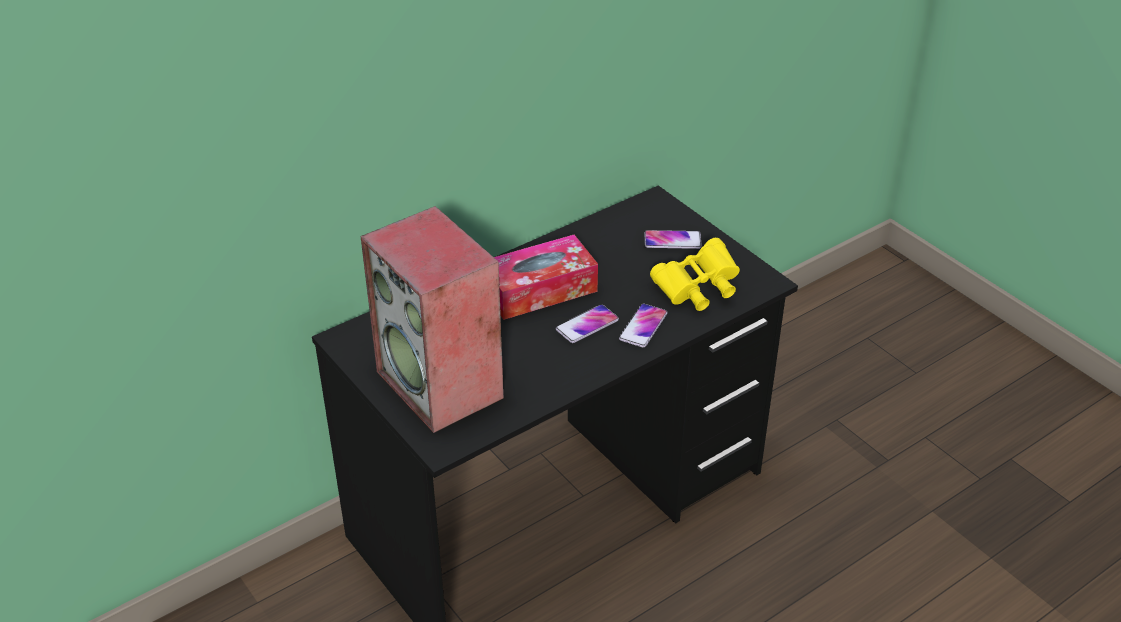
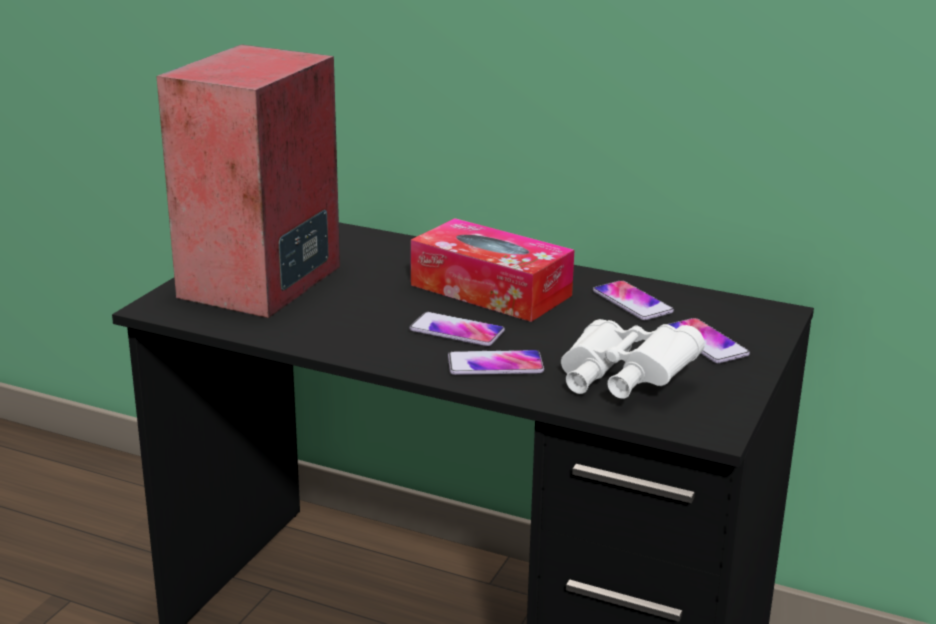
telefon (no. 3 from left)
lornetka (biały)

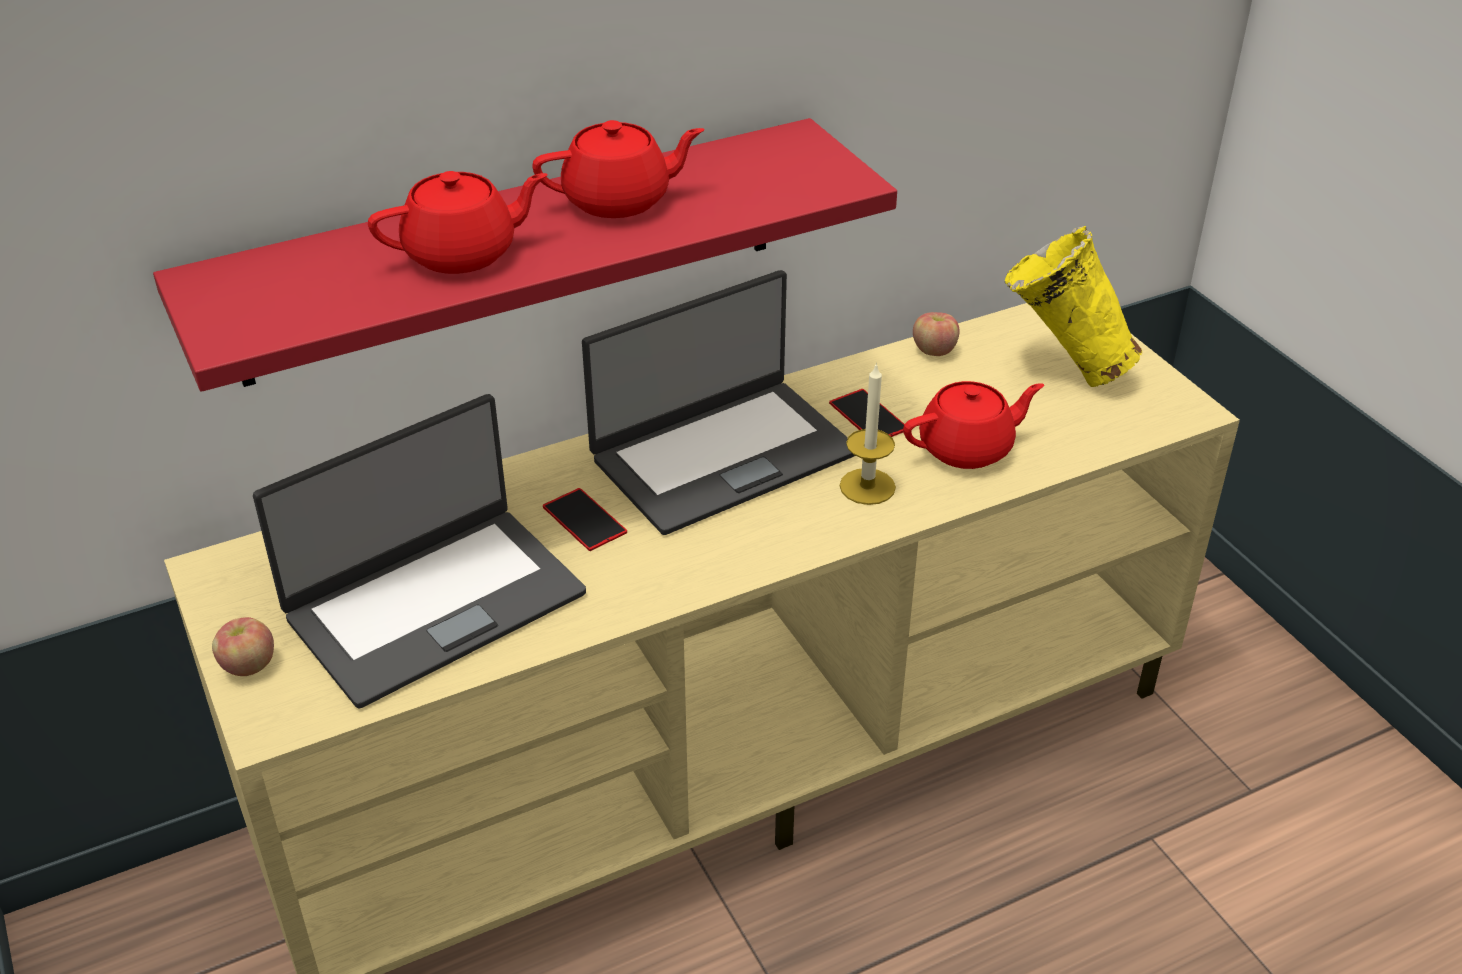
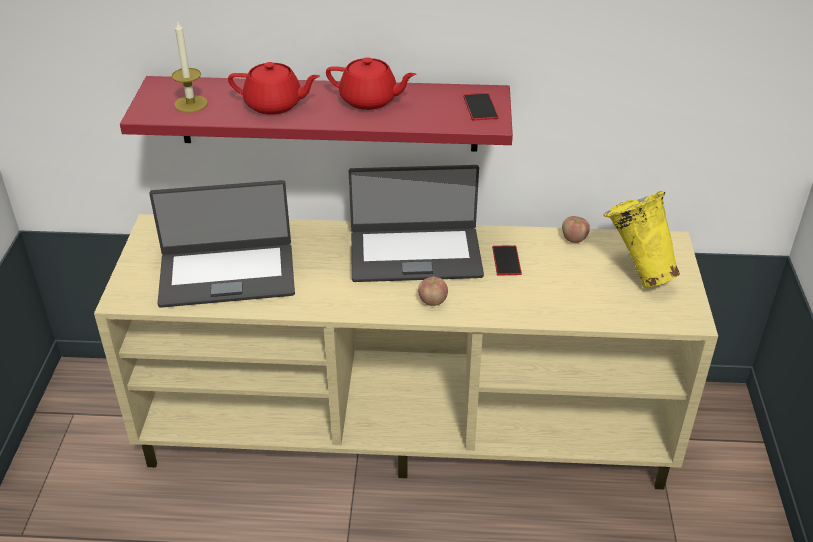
imbryk (czerwony) (no. 3 from left in the first image)
jabłko (no. 1 from left)
telefon (no. 1 from left)
świeca

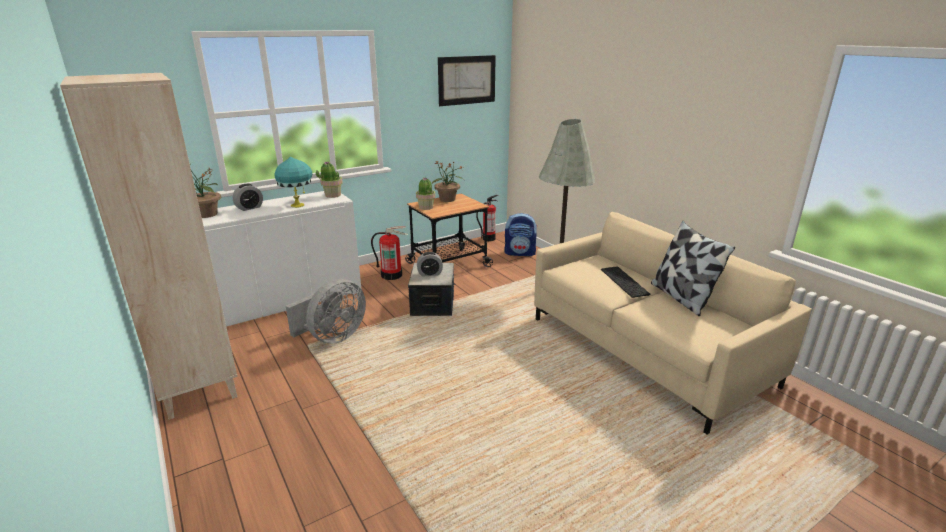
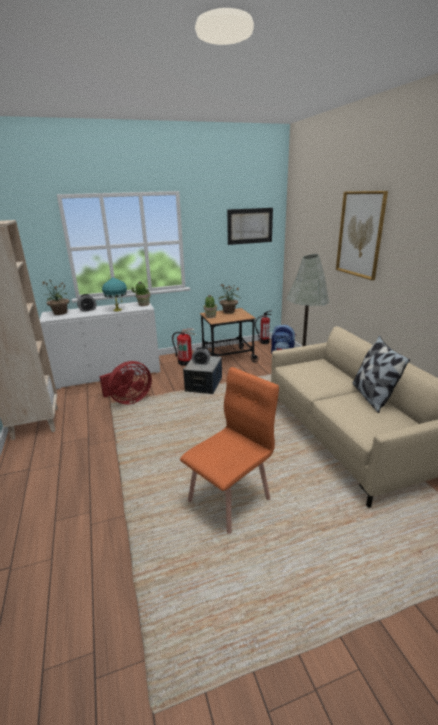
klawiatura
krzesło (pomarańczowy)
obraz (no. 2 from left)
wentylator (czerwony)

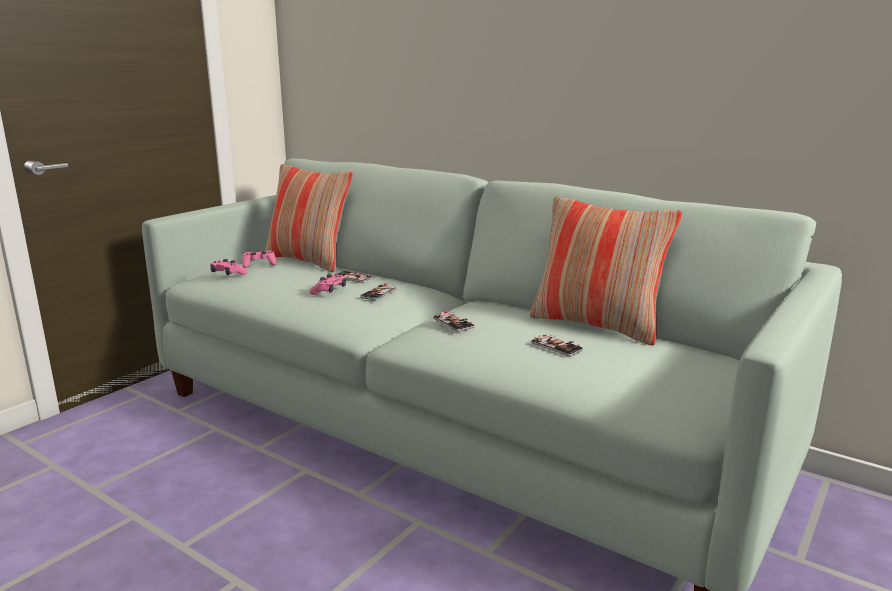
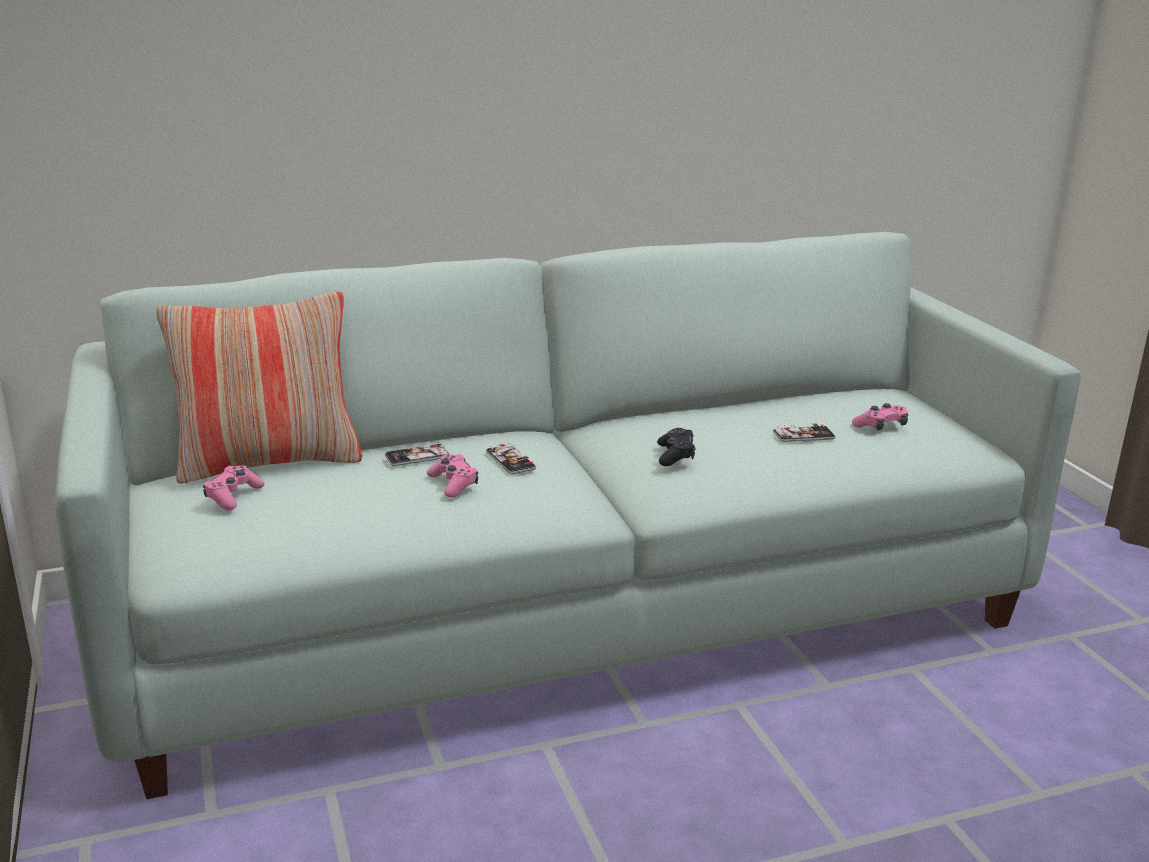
poduszka (no. 2 from left in the first image)
pad do gier (różowy) (no. 3 from left)
pad do gier (czarny)

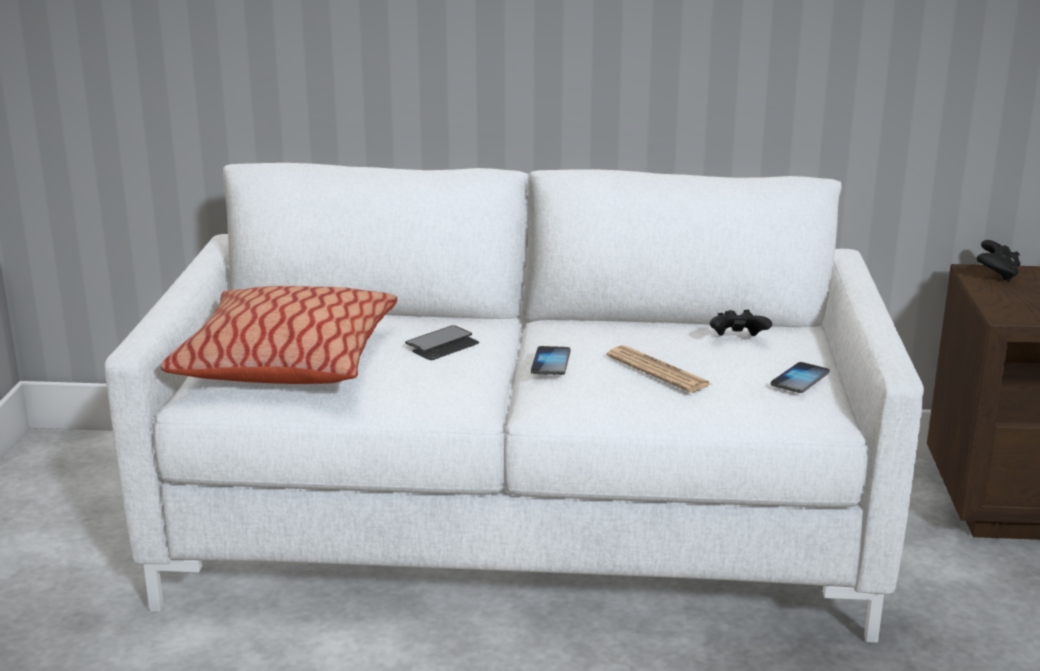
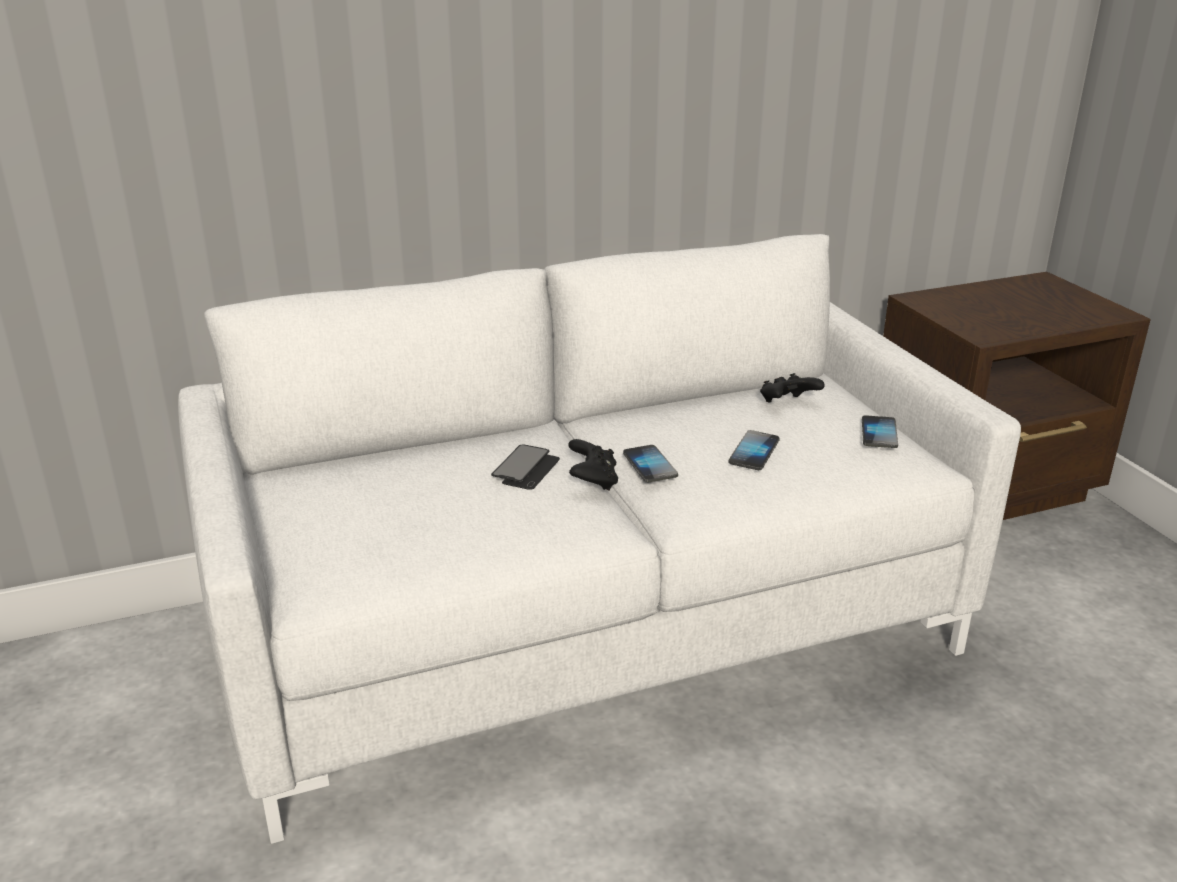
poduszka
pad do gier (czarny) (no. 1 from left)
telefon (no. 3 from left)

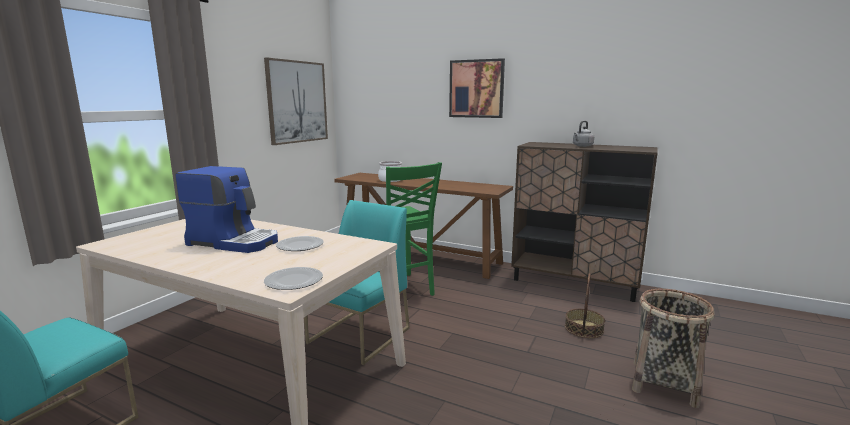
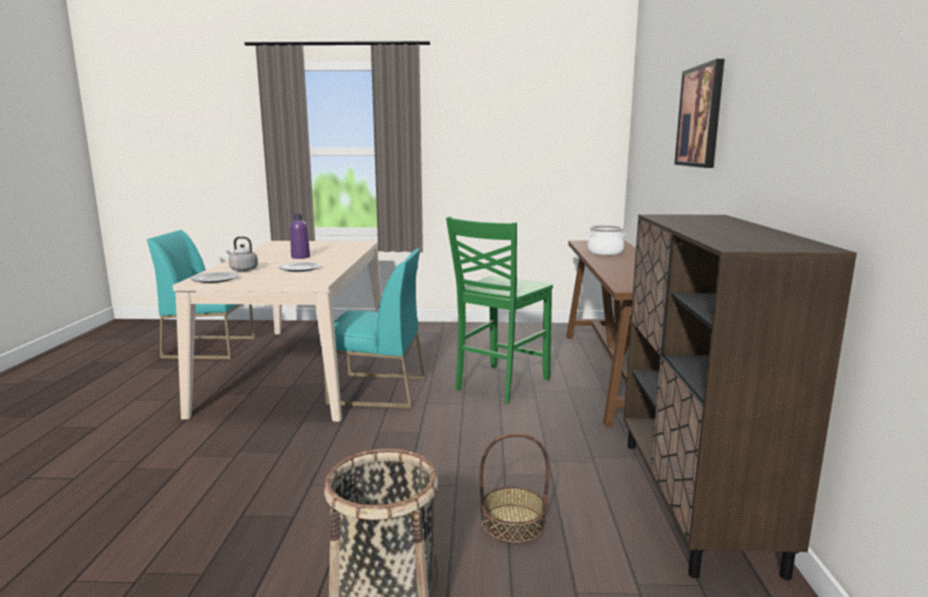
obraz (no. 1 from left in the first image)
czajnik (szary)
butelka (fioletowy)

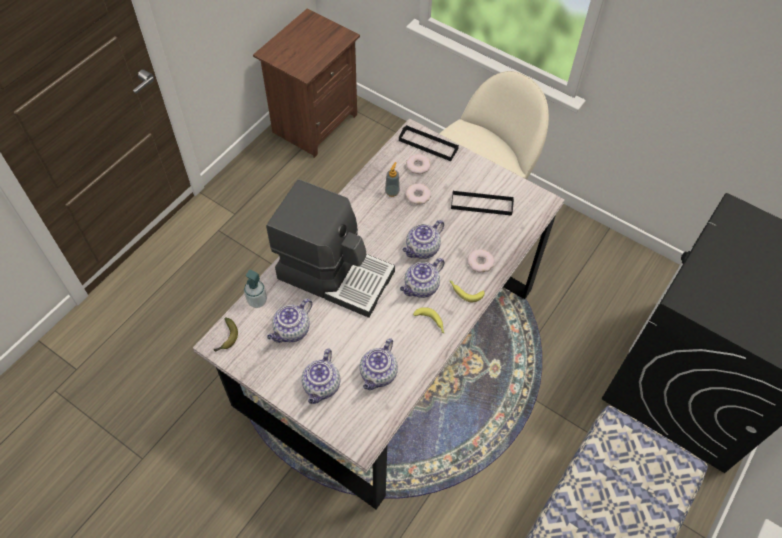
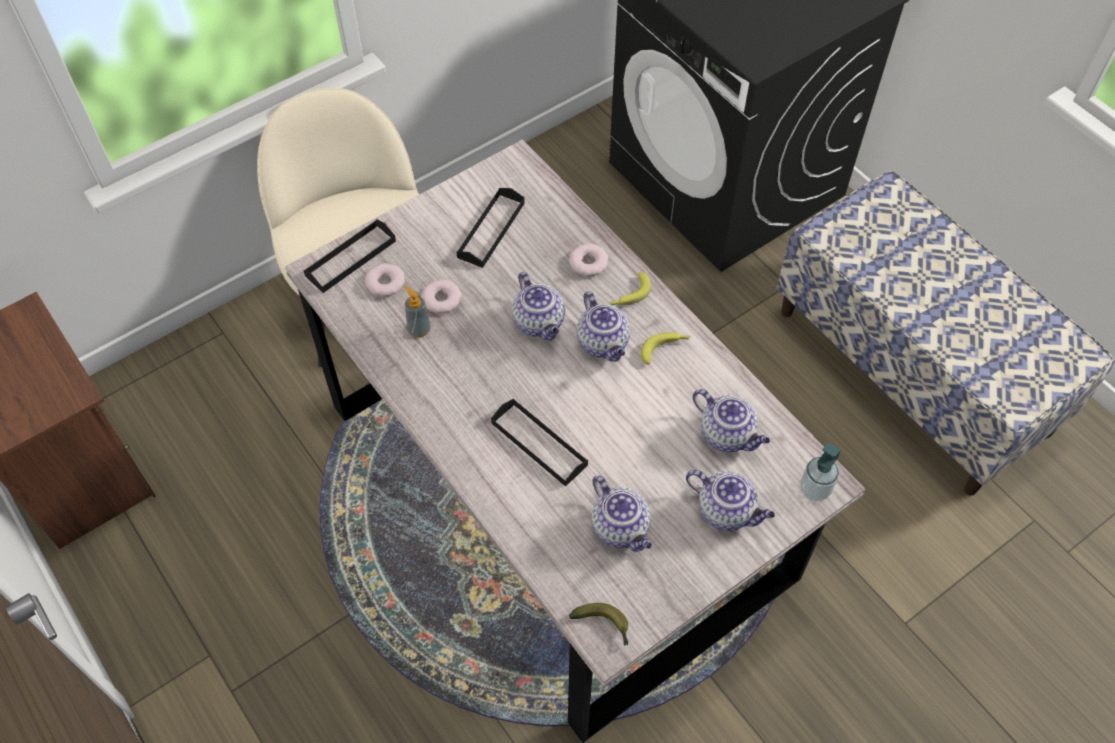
dozownik mydła (no. 2 from left)
taca (czarny) (no. 3 from left)

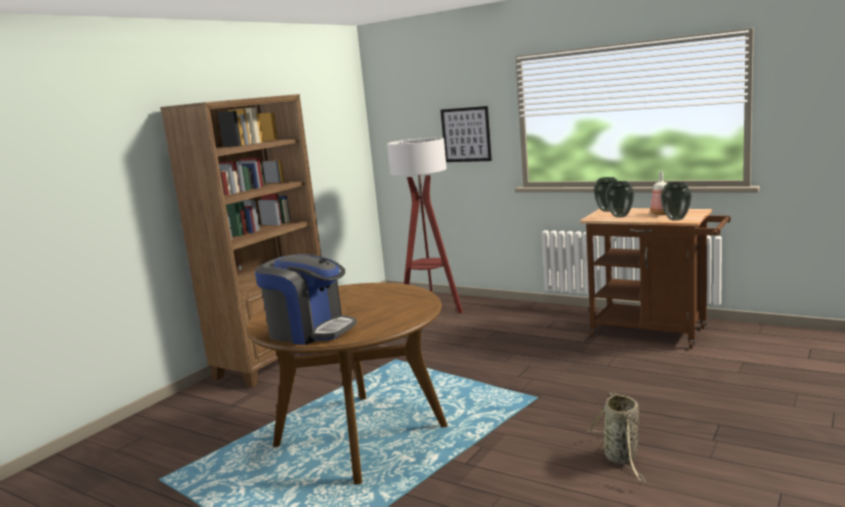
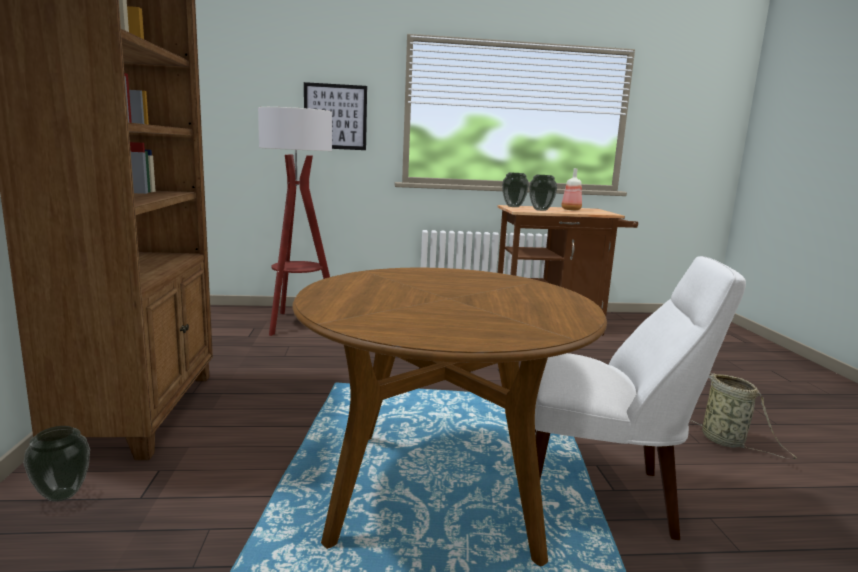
ekspres do kawy
krzesło (biały)
wazon (no. 1 from left)

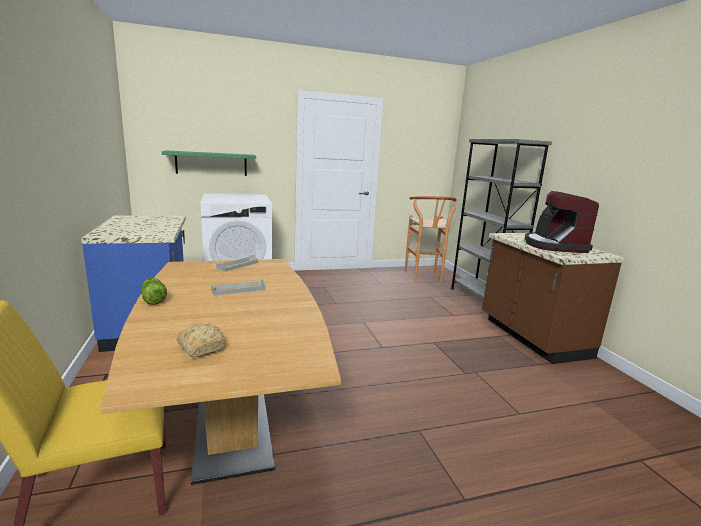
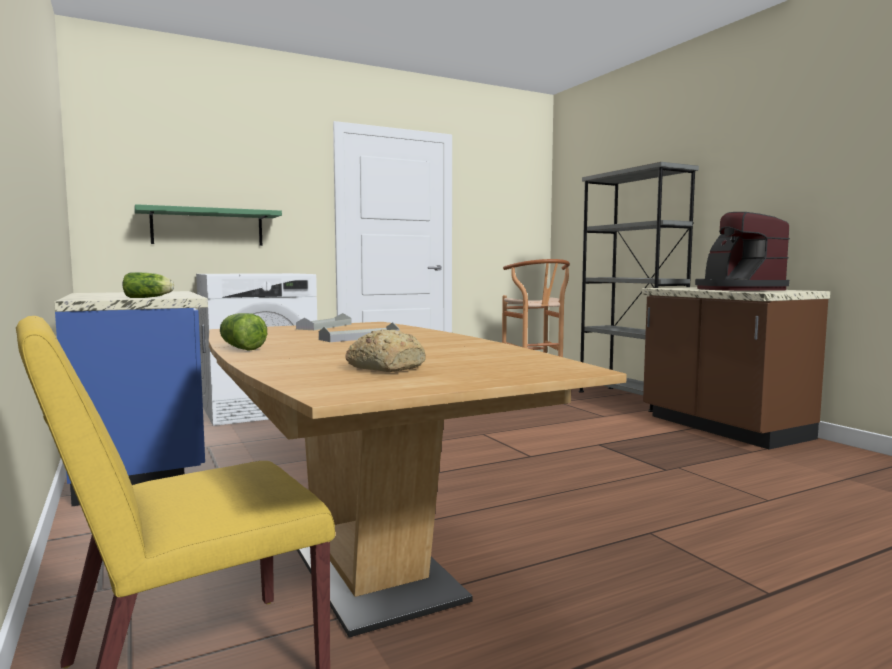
sałata (no. 1 from left)

